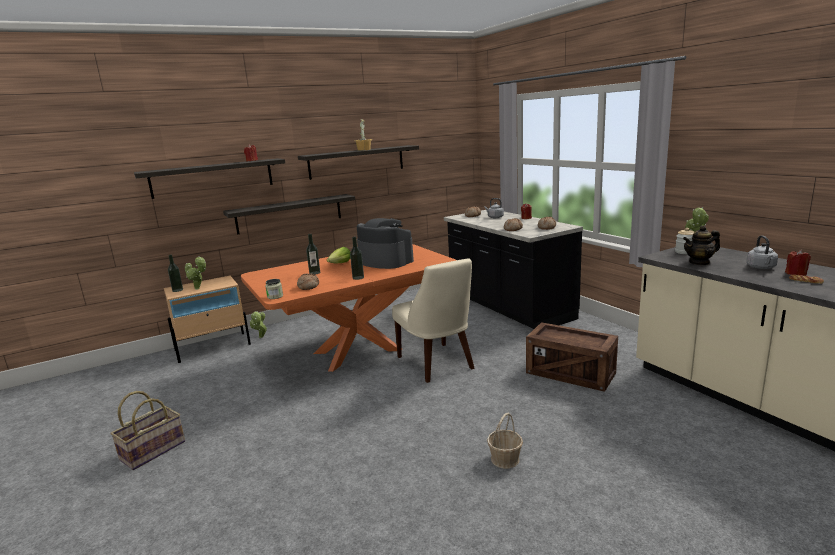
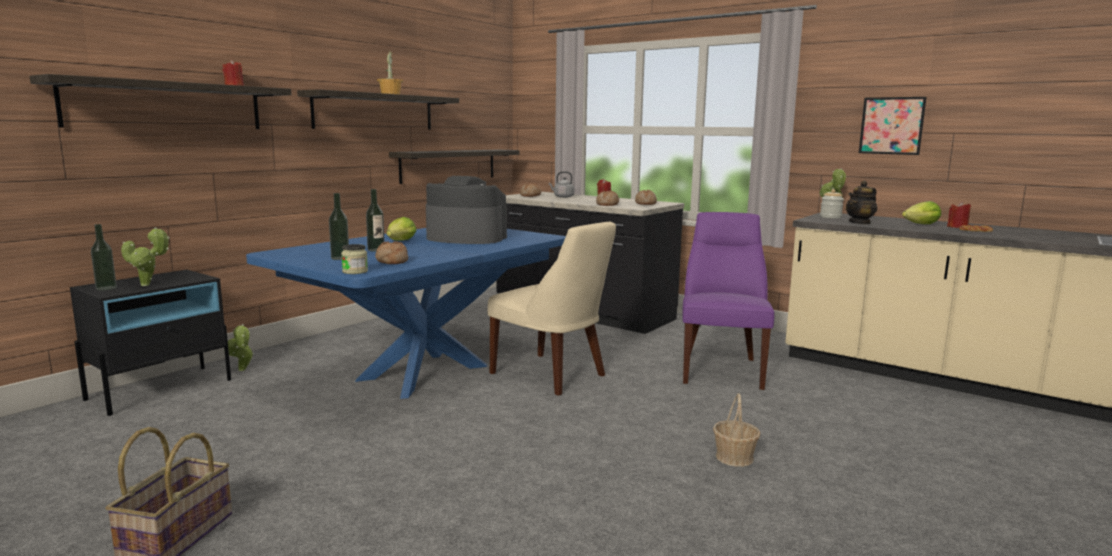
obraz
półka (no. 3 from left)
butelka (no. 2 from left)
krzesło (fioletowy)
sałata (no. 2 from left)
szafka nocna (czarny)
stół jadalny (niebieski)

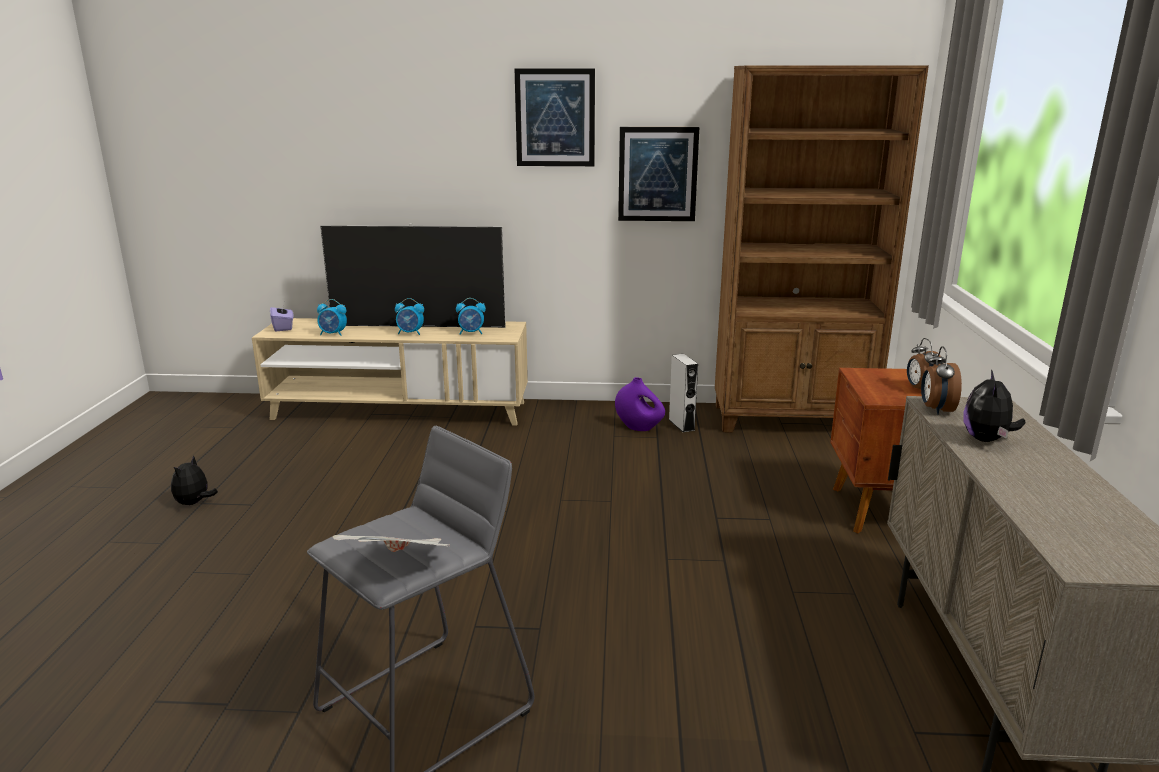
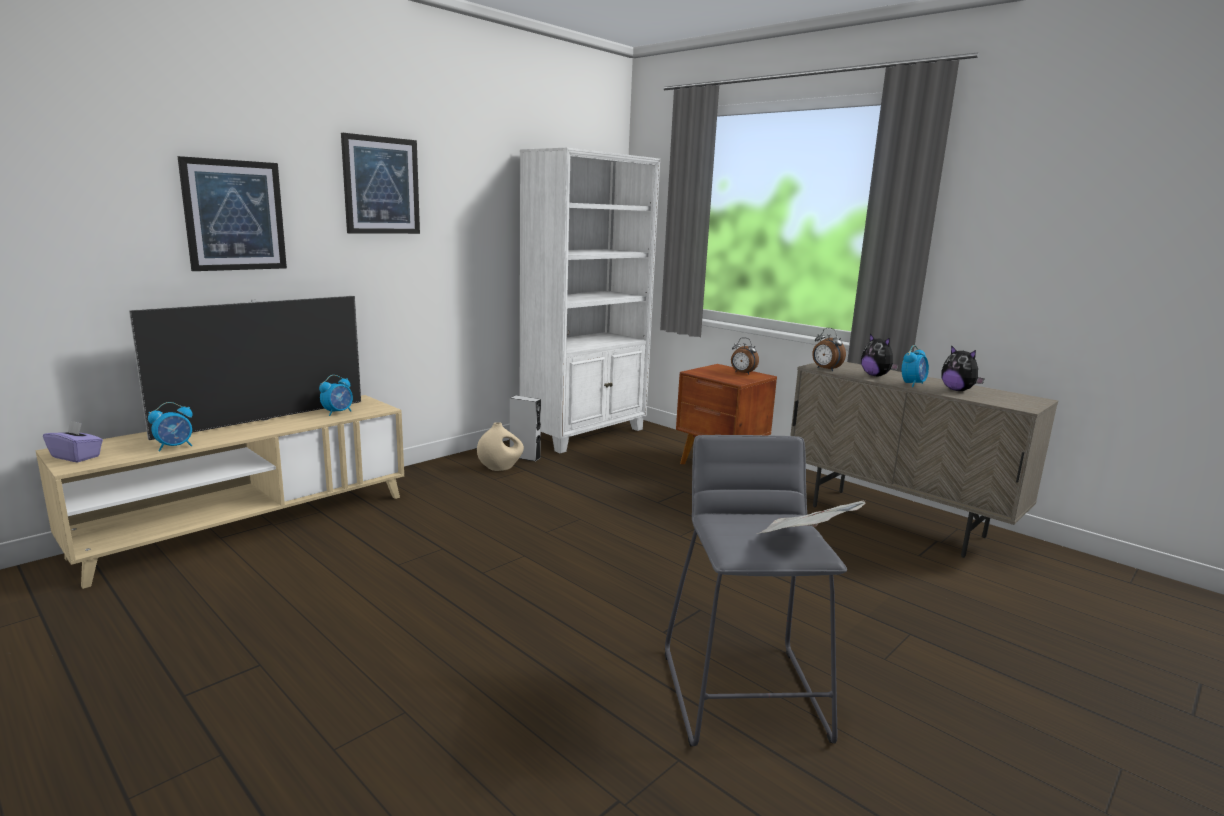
pluszak (no. 2 from left)
budzik (no. 5 from left)
obraz (no. 1 from left)
wazon (beżowy)
regał (biały)

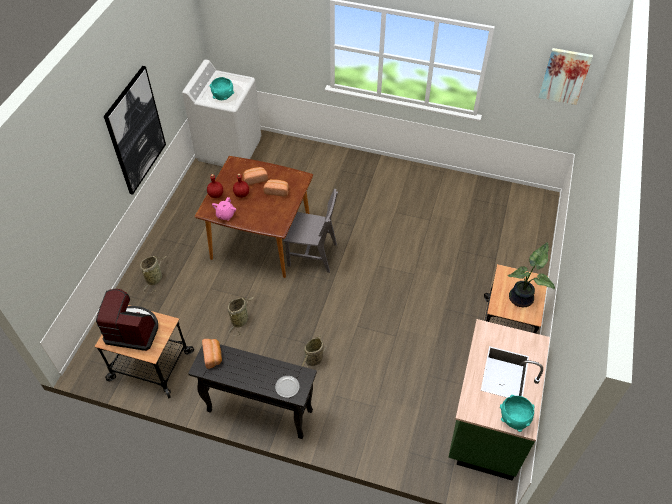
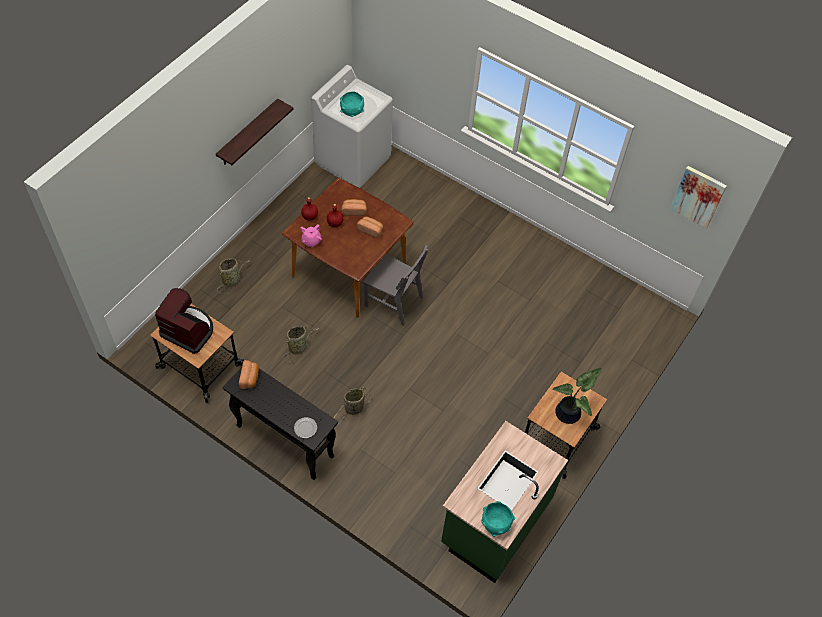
półka

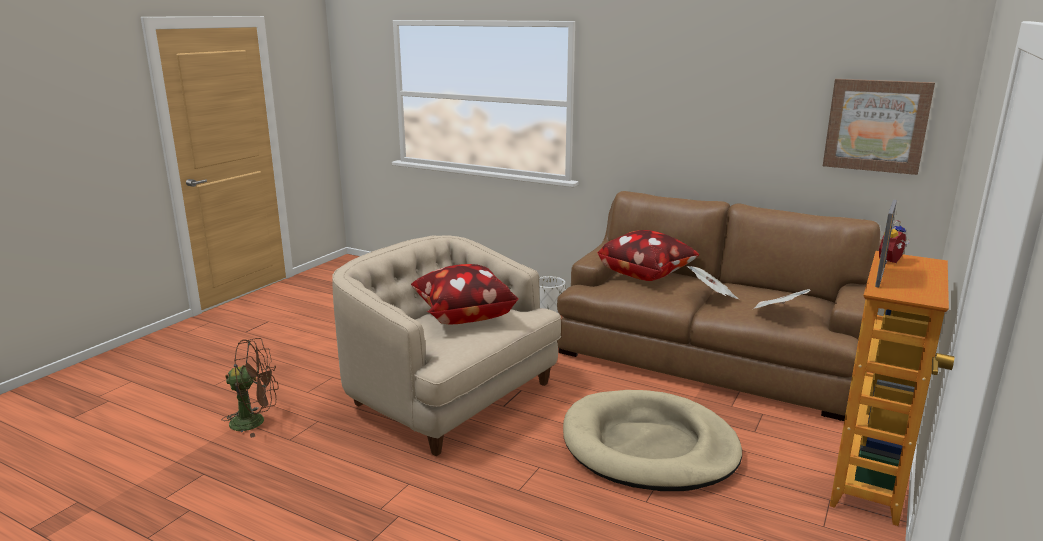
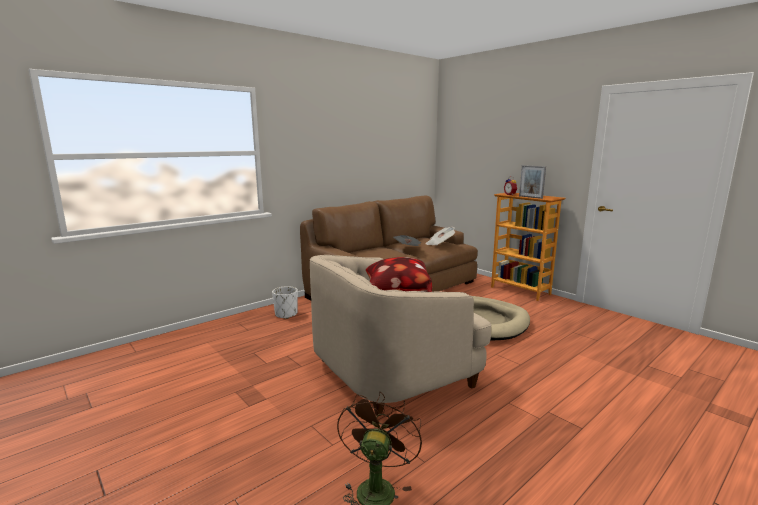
poduszka (no. 2 from left in the first image)
obraz

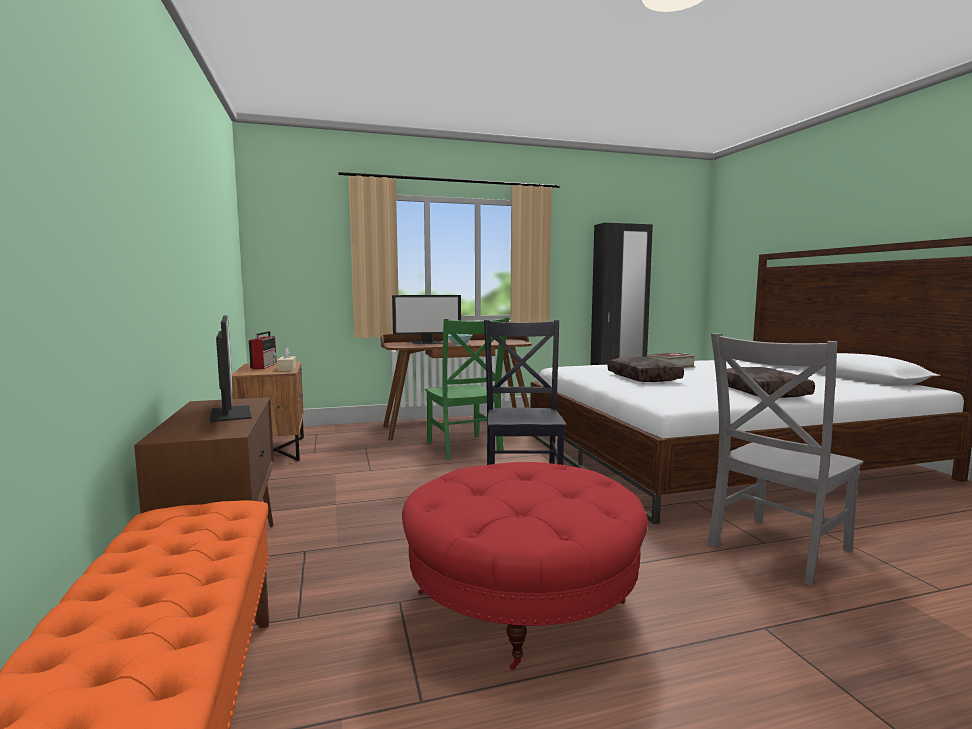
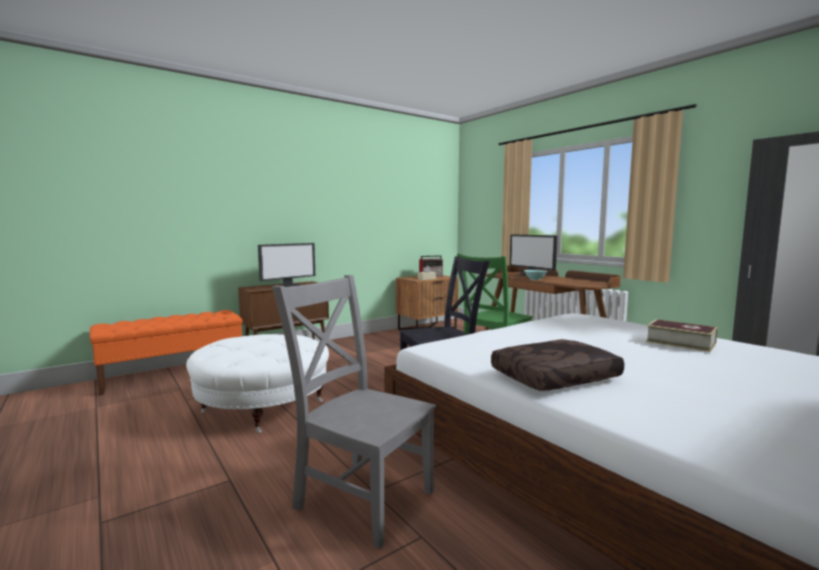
poduszka (brązowy) (no. 1 from left in the first image)
pufa (biały)

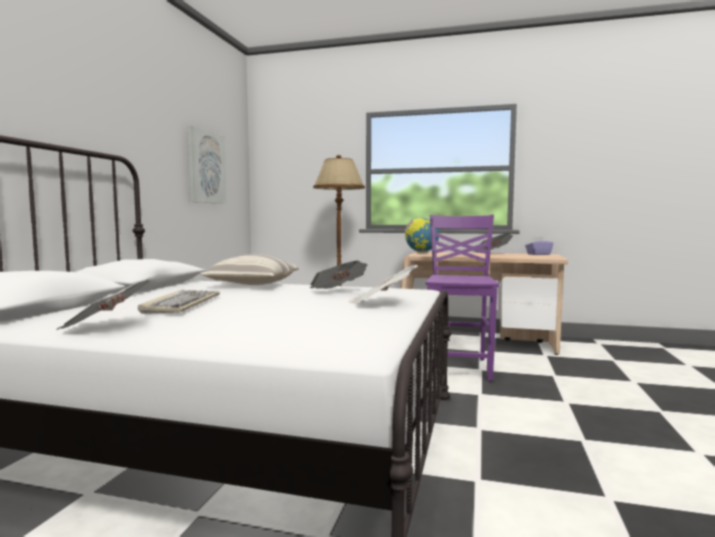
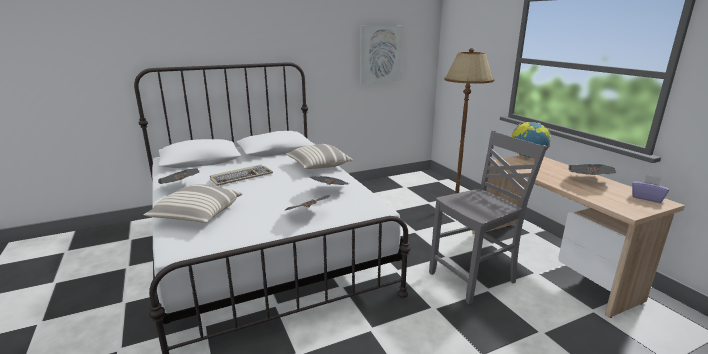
poduszka (no. 1 from left)
krzesło (szary)

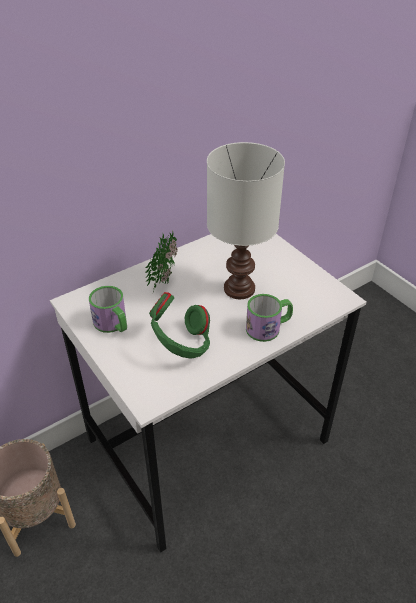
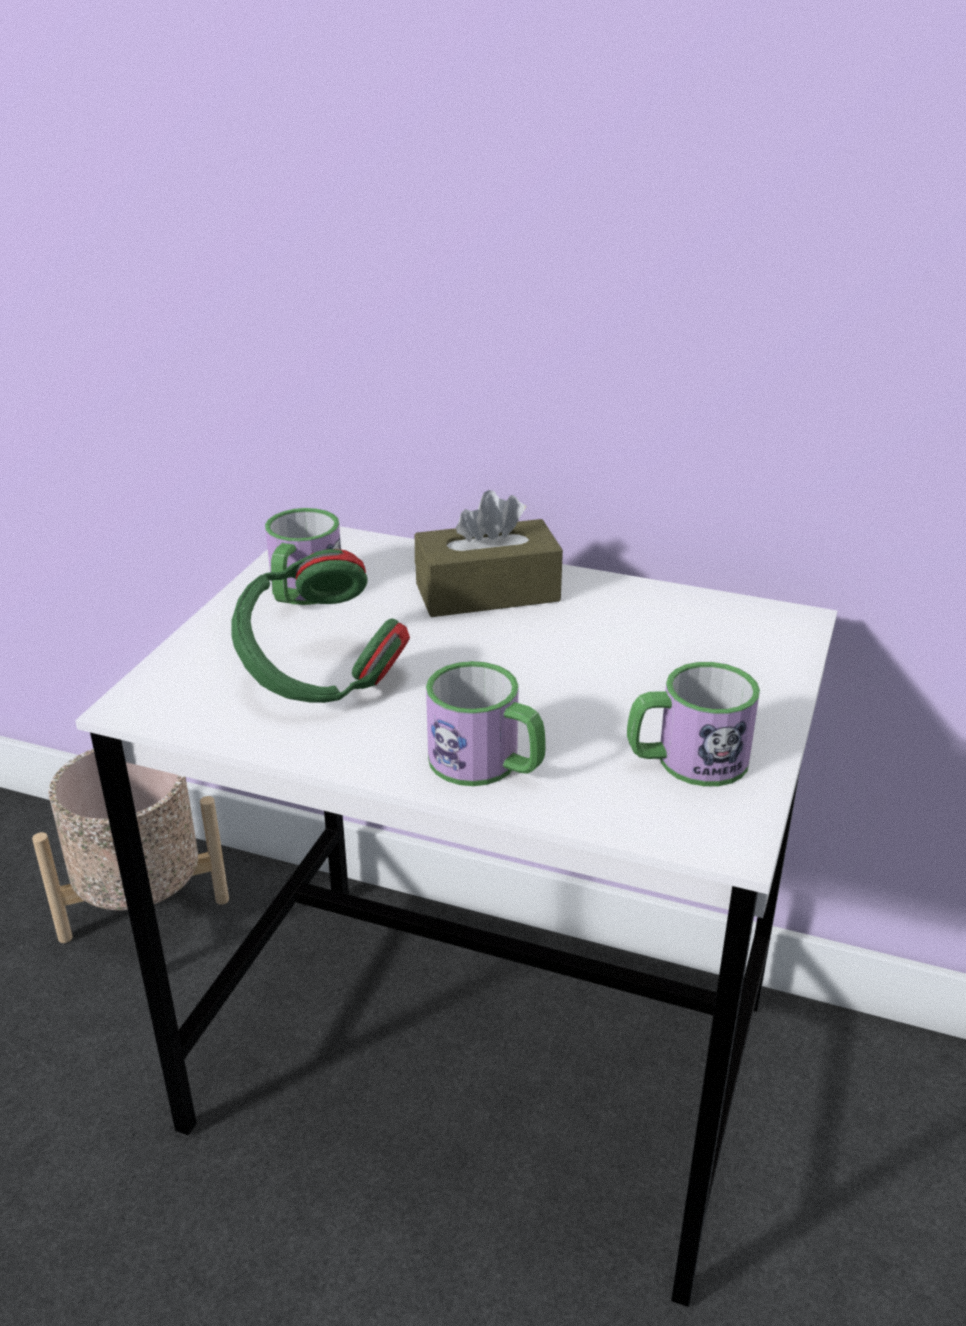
lampa stołowa (biały)
kubek (no. 3 from left)
pudełko chusteczek (brązowy)

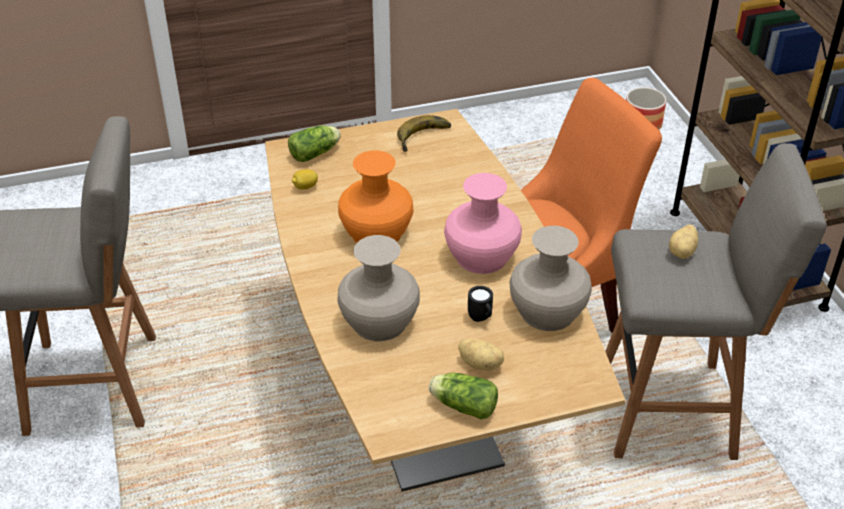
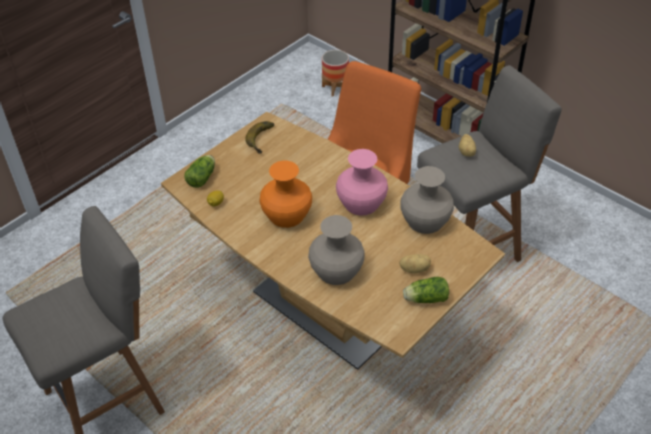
kubek (czarny)

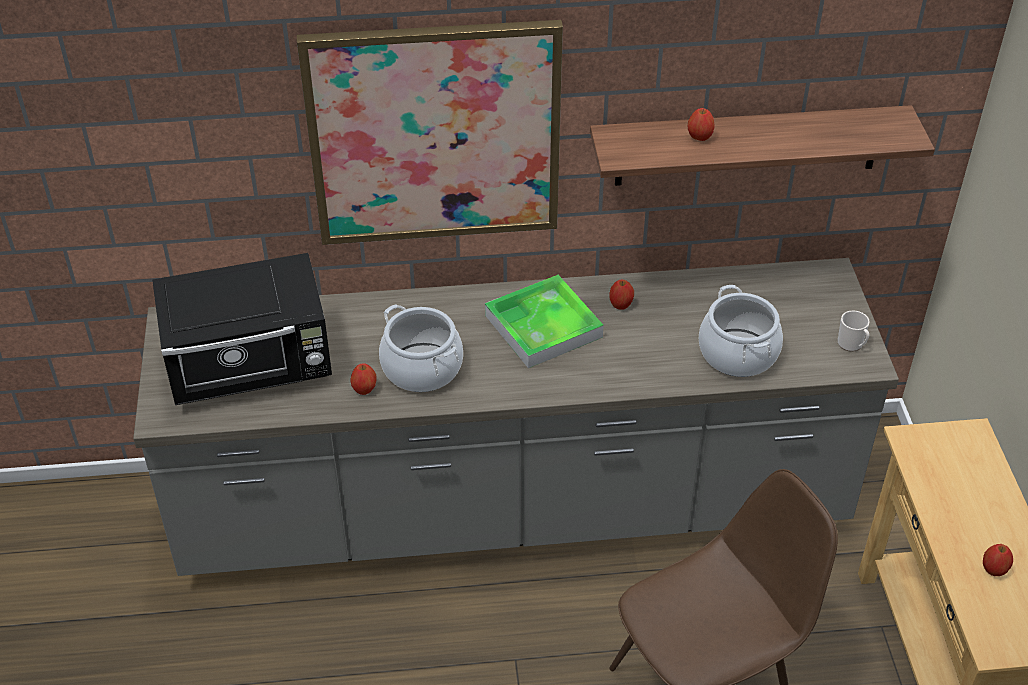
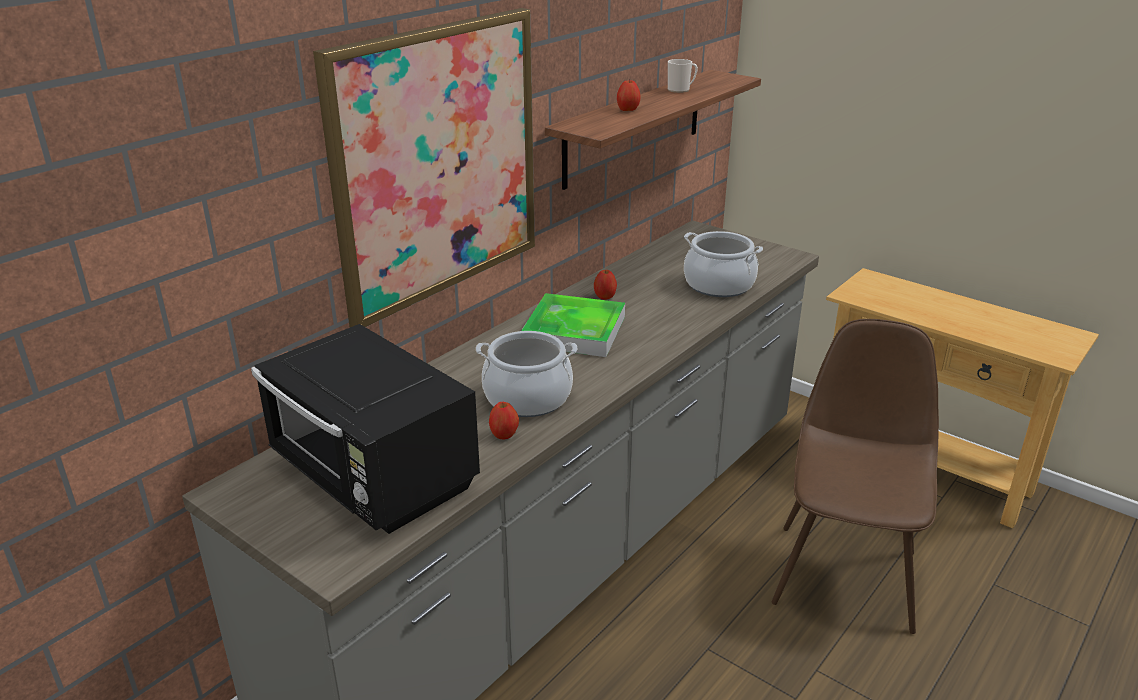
jabłko (no. 4 from left in the first image)
kubek
mikrofalówka (czarny)

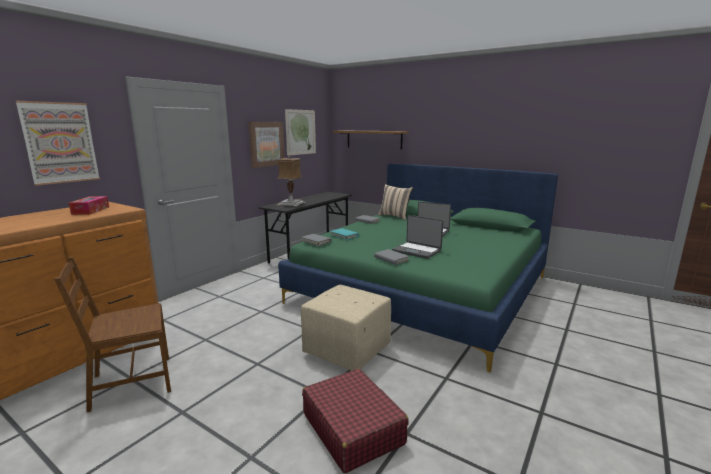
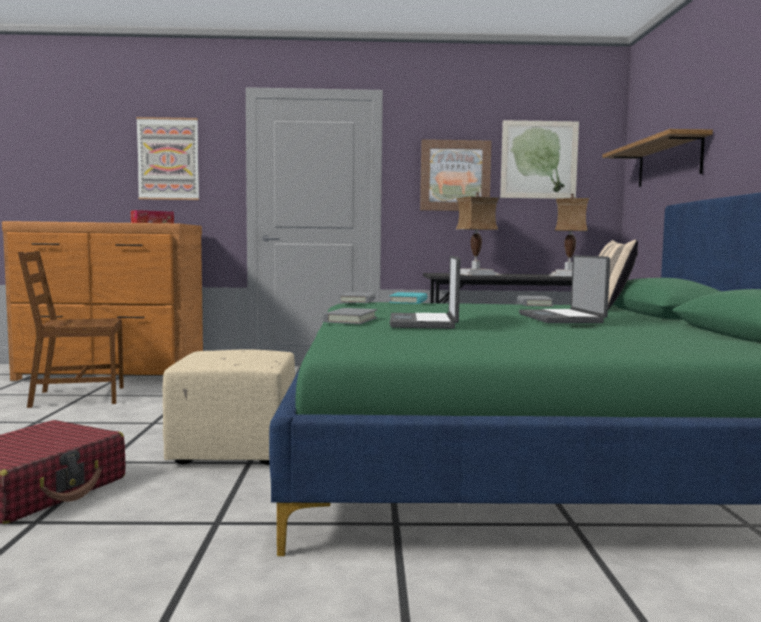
lampa stołowa (no. 2 from left)
krzesło (brązowy)

